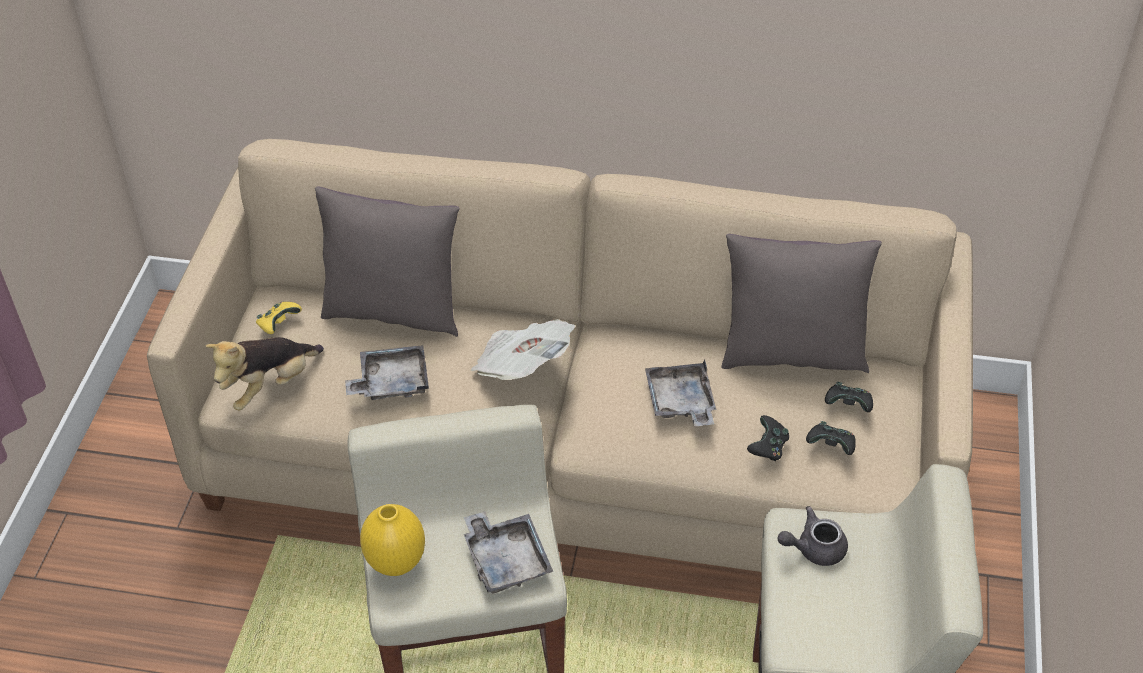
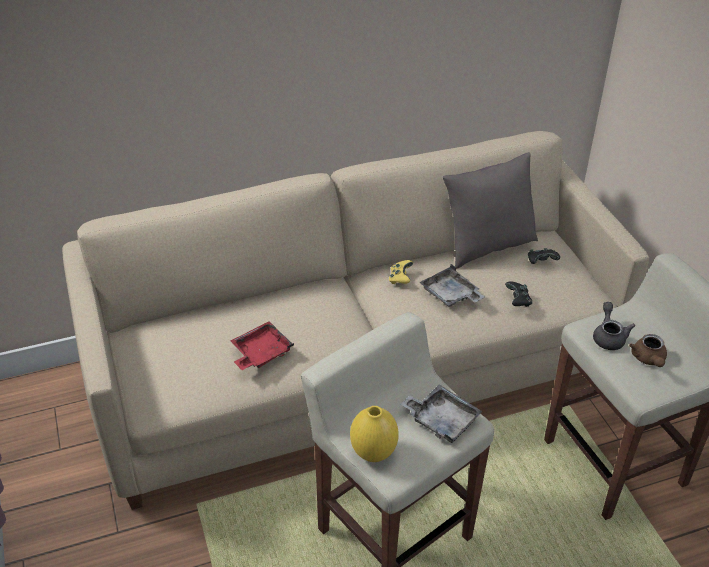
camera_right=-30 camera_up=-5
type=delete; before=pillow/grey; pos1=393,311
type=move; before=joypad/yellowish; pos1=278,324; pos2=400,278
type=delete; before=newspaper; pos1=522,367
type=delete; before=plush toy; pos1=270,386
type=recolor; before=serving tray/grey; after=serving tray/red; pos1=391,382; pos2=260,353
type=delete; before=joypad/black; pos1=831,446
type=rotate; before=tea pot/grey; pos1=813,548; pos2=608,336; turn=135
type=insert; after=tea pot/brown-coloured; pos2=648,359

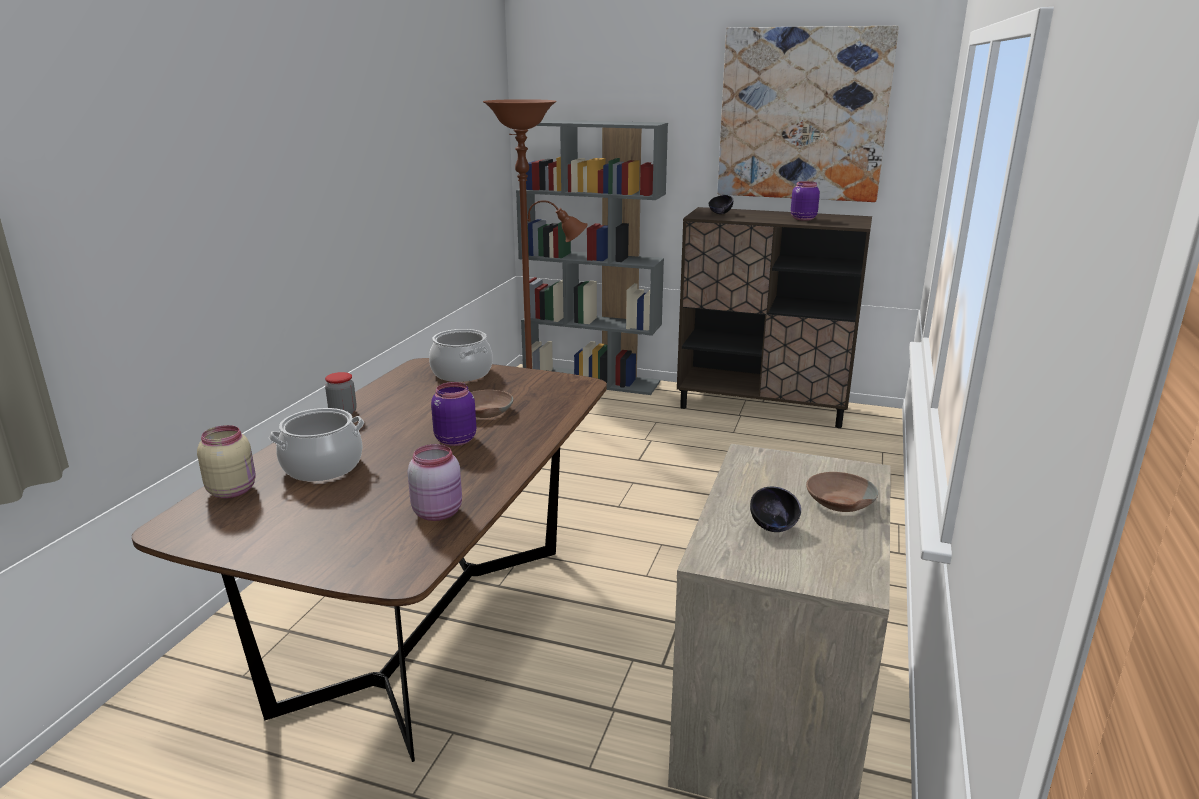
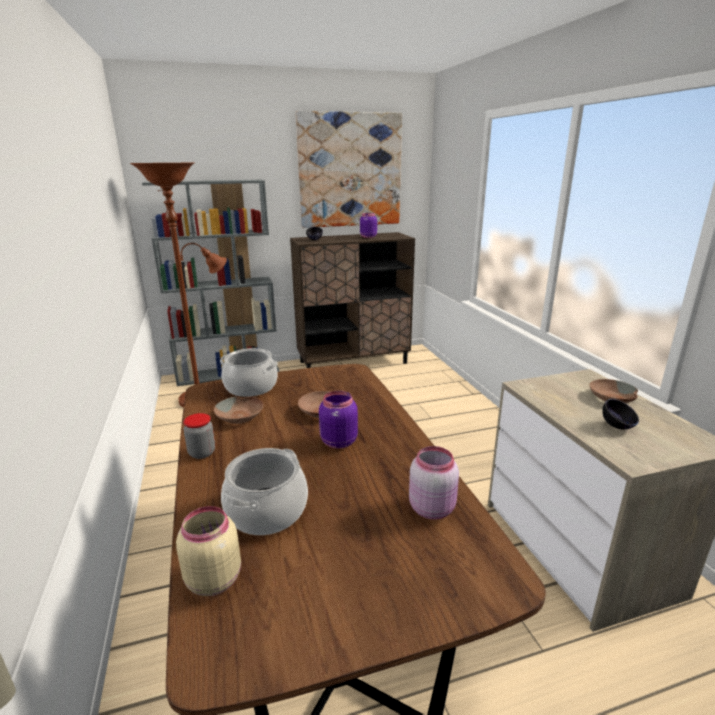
camera_right=-35 camera_up=0
type=insert; after=deep dish/brown-coloured; pos2=240,416

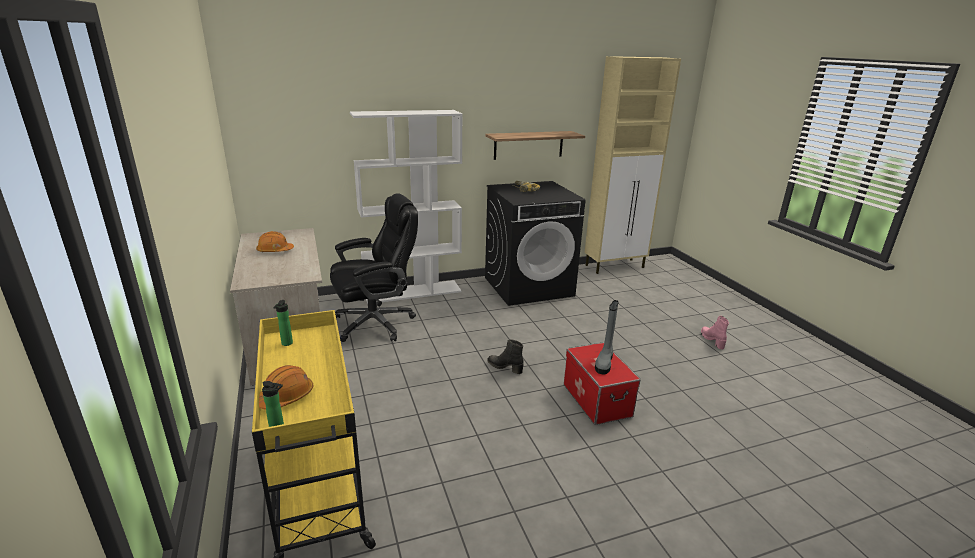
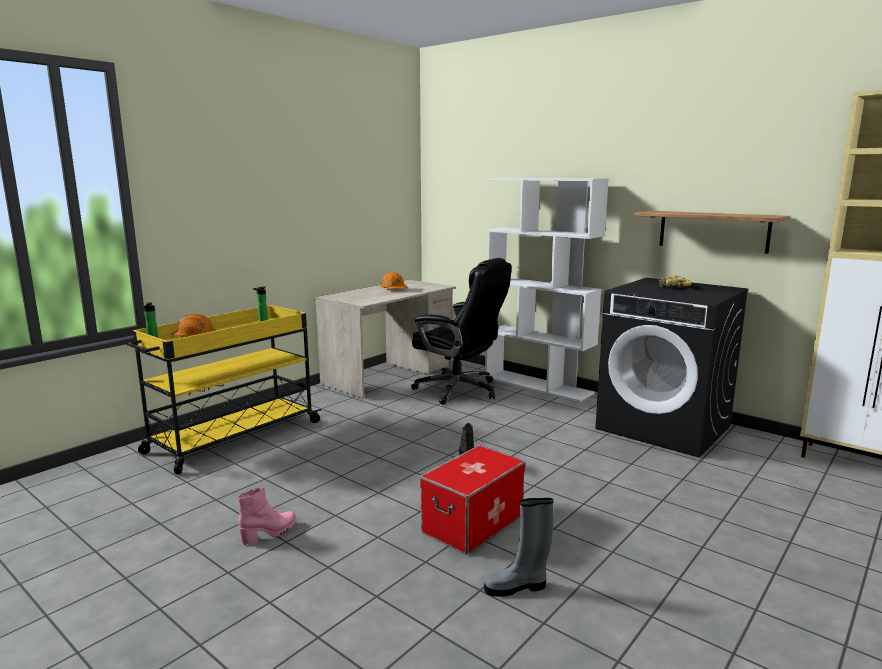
camera_right=60 camera_up=-10
type=move; before=tall boot/grey; pos1=604,362; pos2=517,587
type=move; before=tall boot/pink; pos1=712,340; pos2=269,533

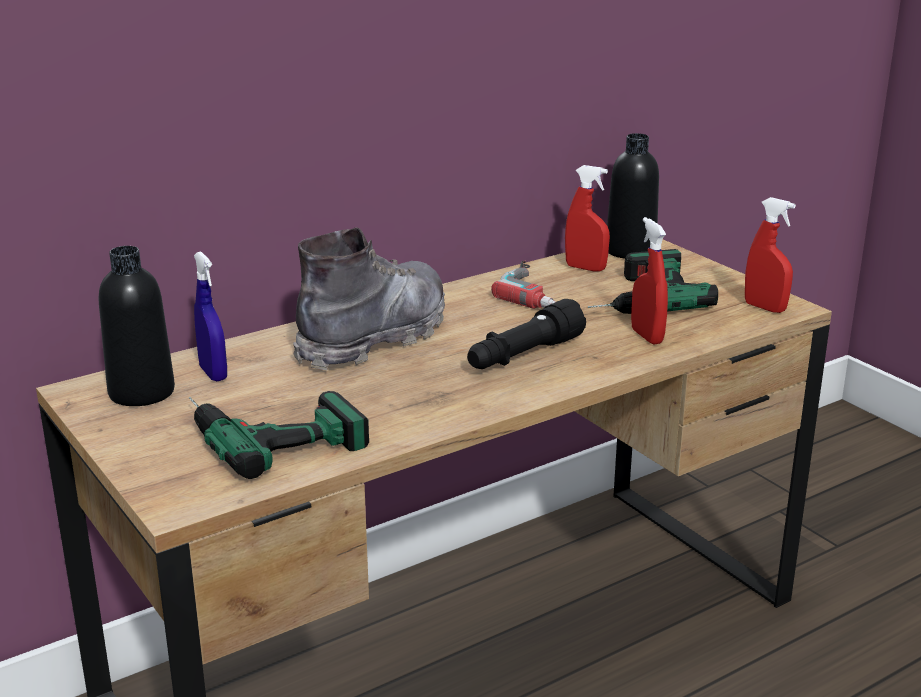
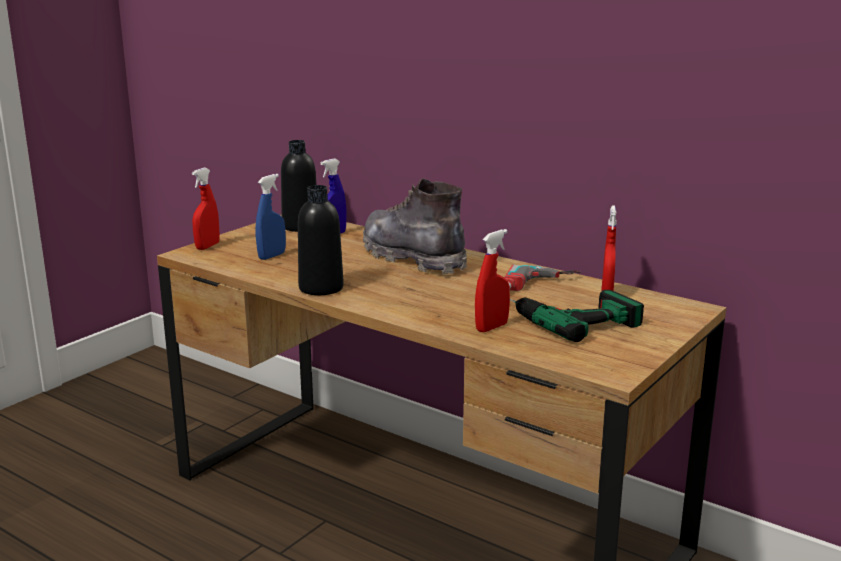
camera_right=70 camera_up=-5
type=move; before=drink bottle/black; pos1=630,251; pos2=321,288
type=move; before=spray bottle/red; pos1=765,308; pos2=207,246
type=rotate; before=tall boot/grey; pos1=375,338; pos2=413,258; turn=-150
type=delete; before=flashlight/black; pos1=523,356
type=replace; before=electric drill; after=spray bottle/blue-coloured; pos1=270,431; pos2=272,256

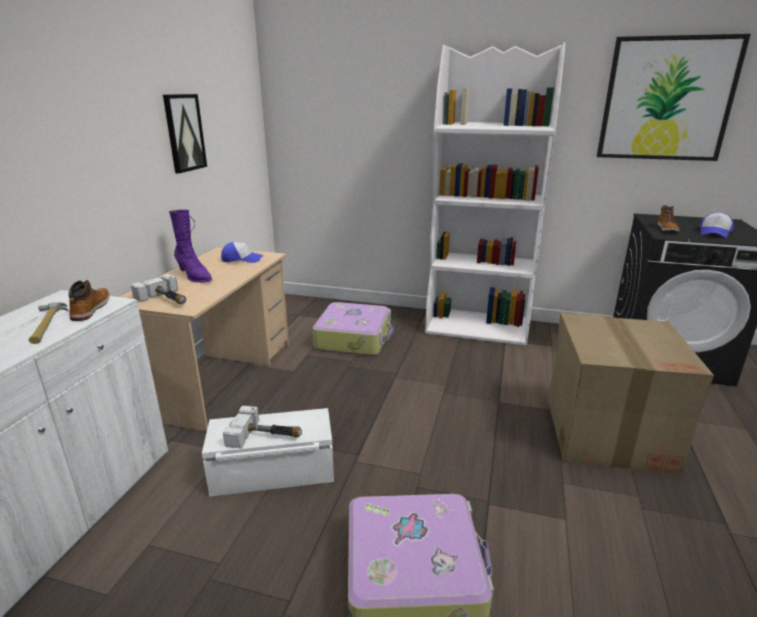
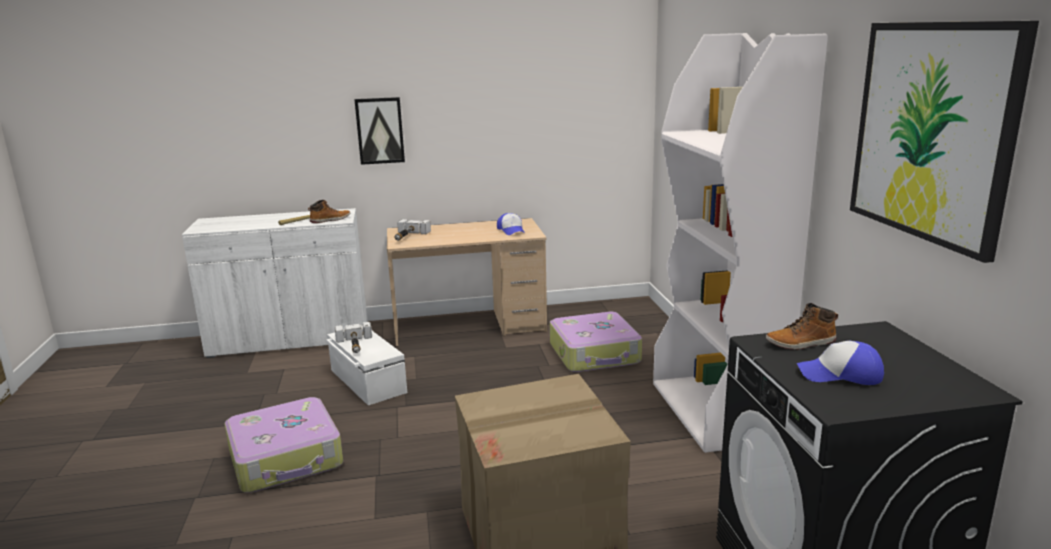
camera_right=65 camera_up=-5
type=move; before=wall picture; pos1=184,133; pos2=380,130
type=delete; before=tall boot/purple; pos1=194,276

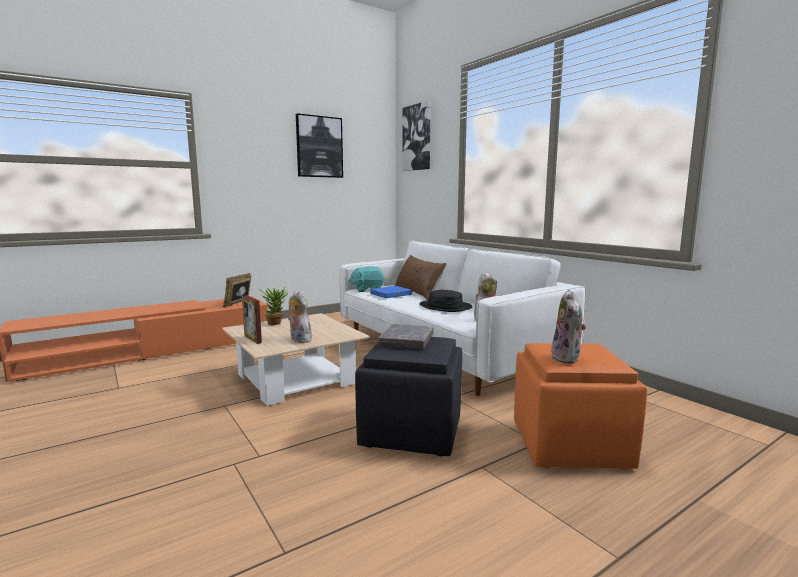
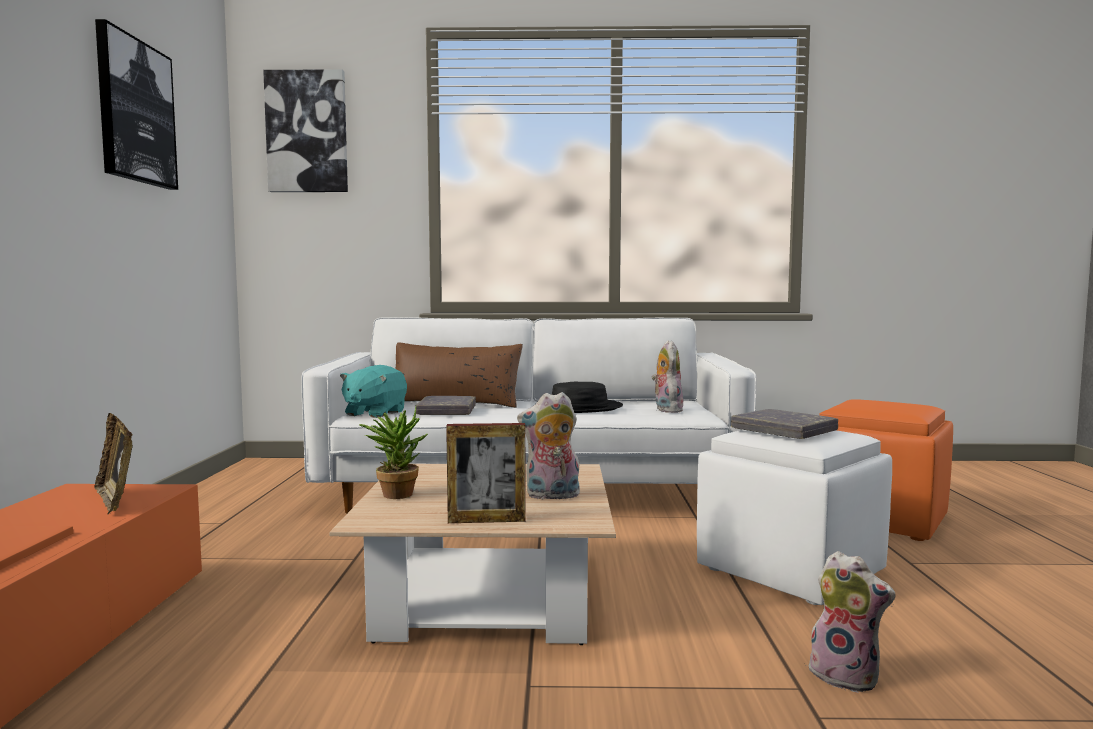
camera_right=-55 camera_up=-5
type=recolor; before=book/blue-coloured; after=book/grey; pos1=391,295; pos2=446,411
type=move; before=plush toy; pos1=568,358; pos2=846,676
type=recolor; before=footrest/black; after=footrest/whitish; pos1=412,432; pos2=792,570

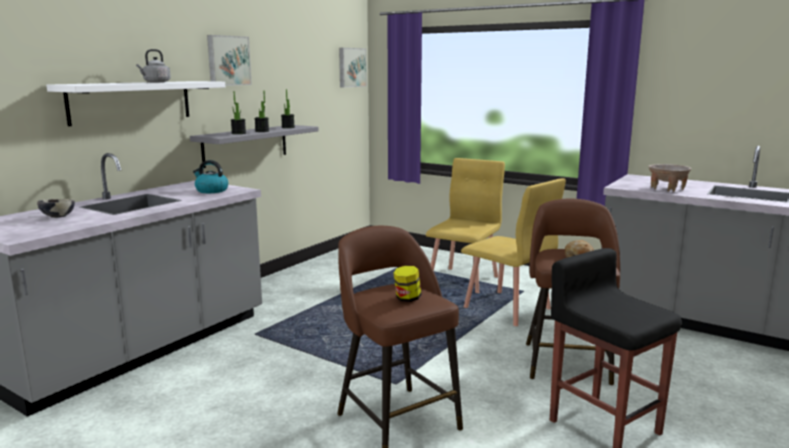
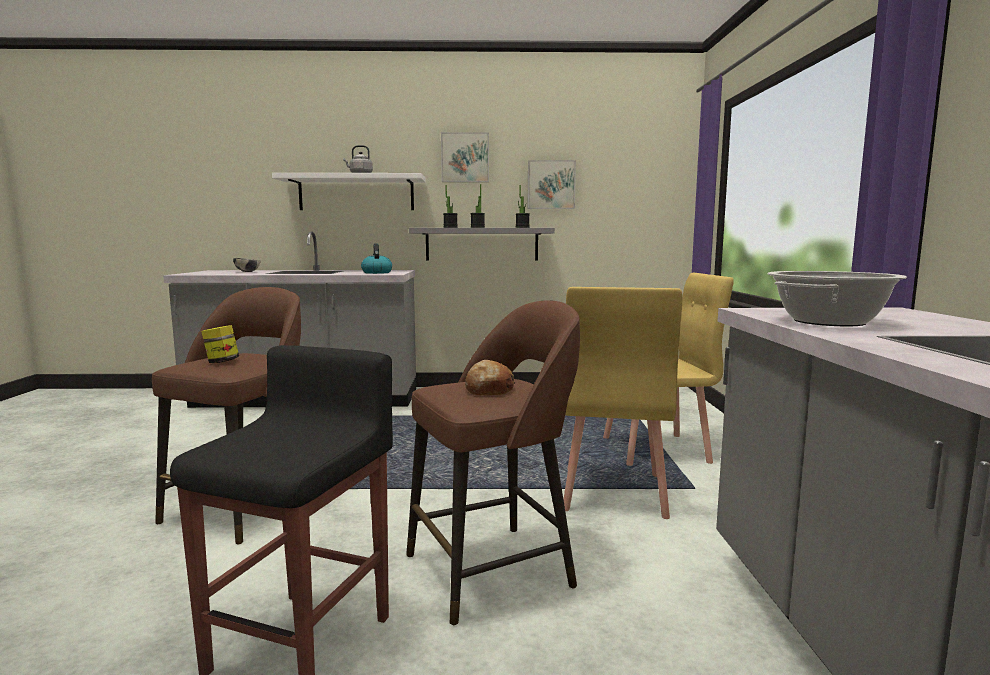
camera_right=55 camera_up=-5
type=move; before=wall picture; pos1=351,67; pos2=551,185
type=replace; before=deep dish/beige-coloured; after=saucepot; pos1=667,189; pos2=829,322

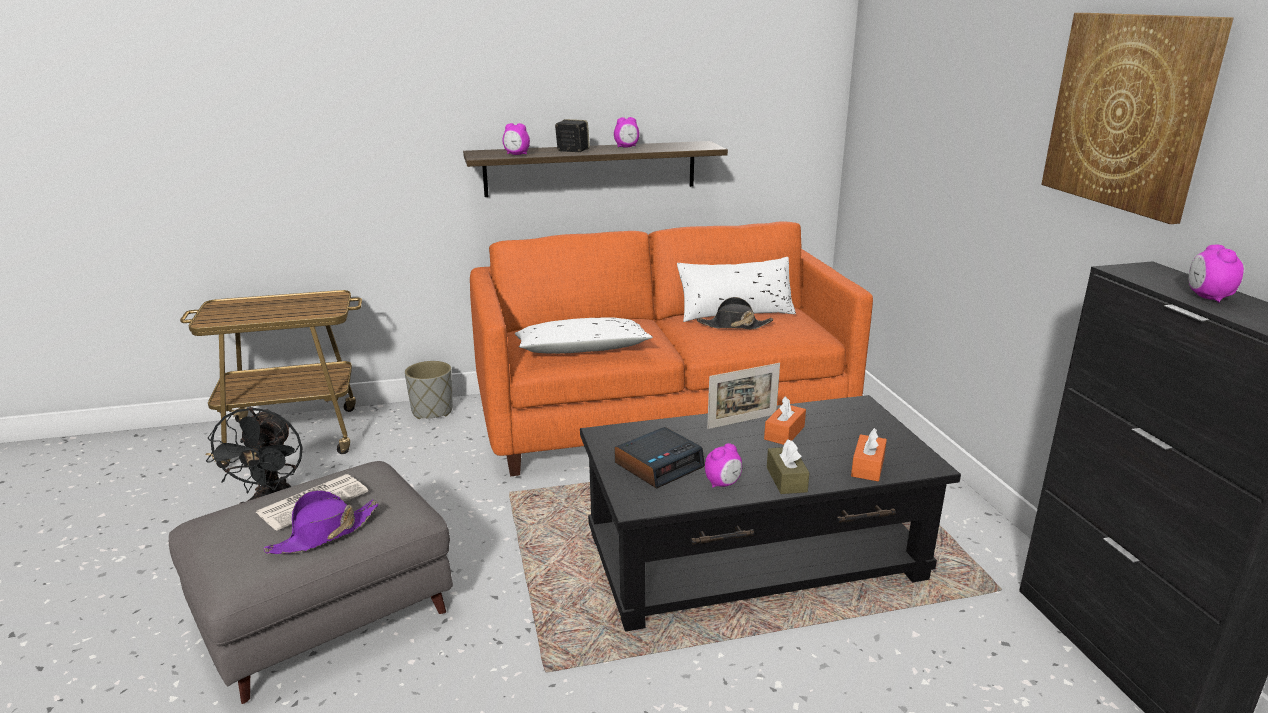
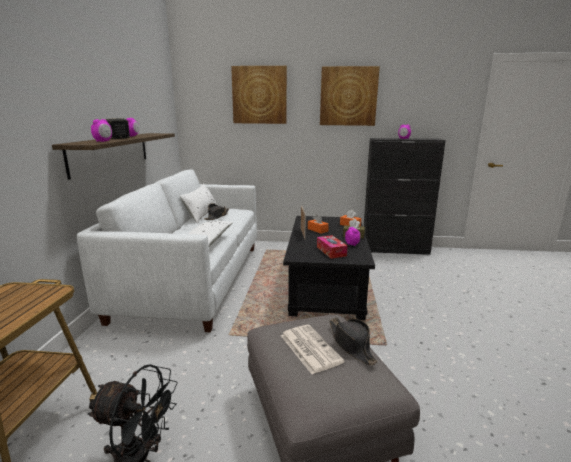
camera_right=-70 camera_up=-5
type=recolor; before=settee/orange-coloured; after=settee/whitish; pos1=662,415; pos2=194,279
type=delete; before=flower pot/grey; pos1=432,411
type=replace; before=table clock; after=box of tissues; pos1=659,465; pos2=331,251
type=recolor; before=hat/purple; after=hat/black; pos1=324,534; pos2=351,344
type=insert; after=wall picture; pos2=259,95

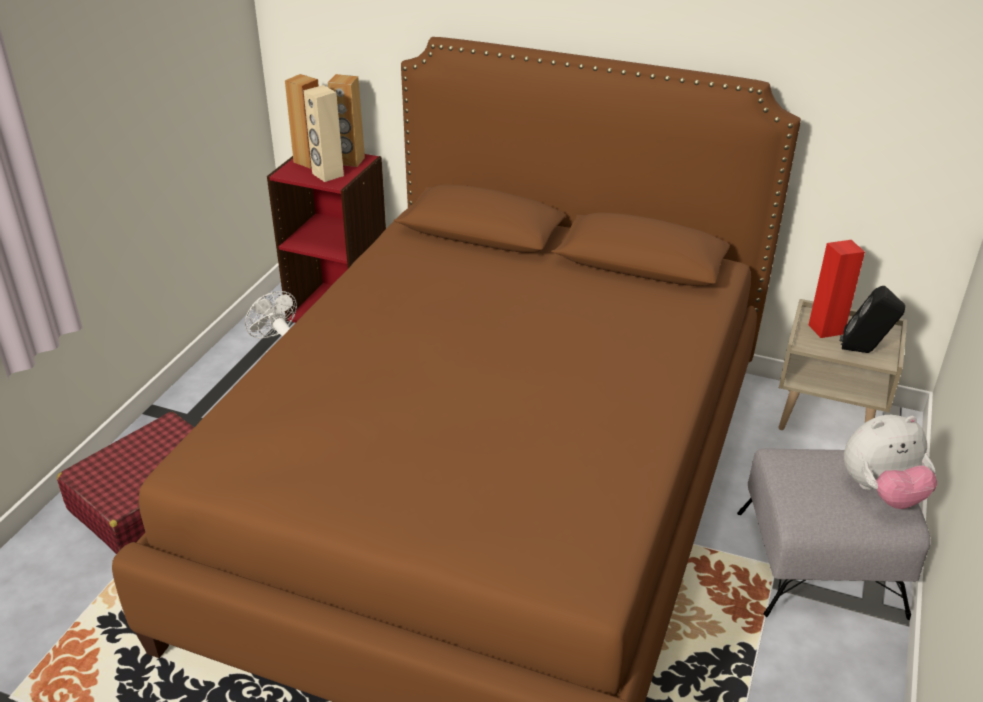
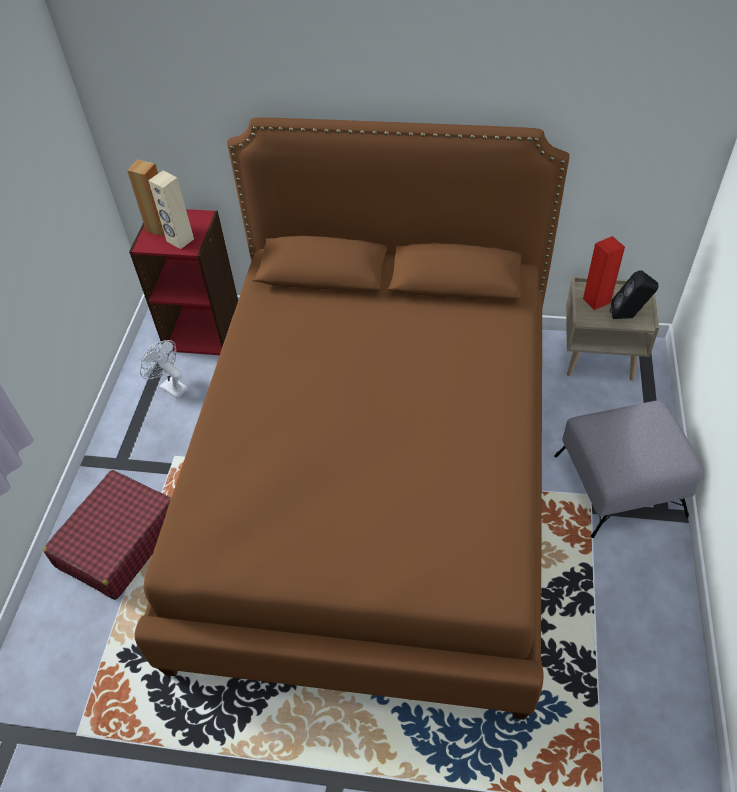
camera_right=-10 camera_up=15
type=delete; before=speaker/brown-coloured; pos1=349,161
type=delete; before=plush toy; pos1=881,492

